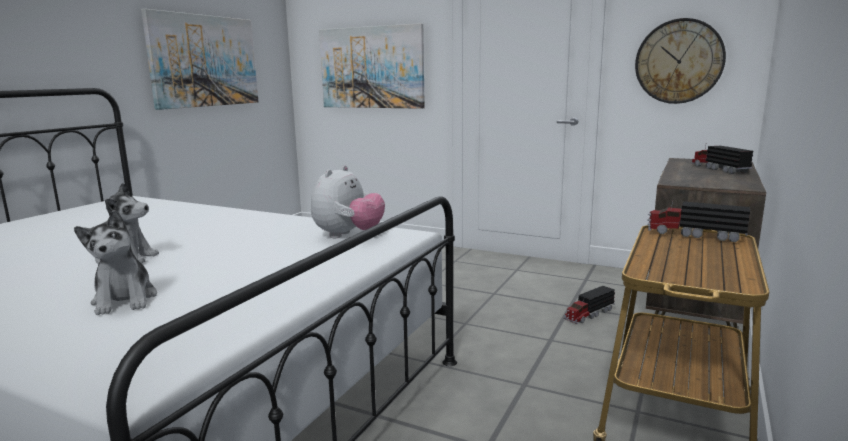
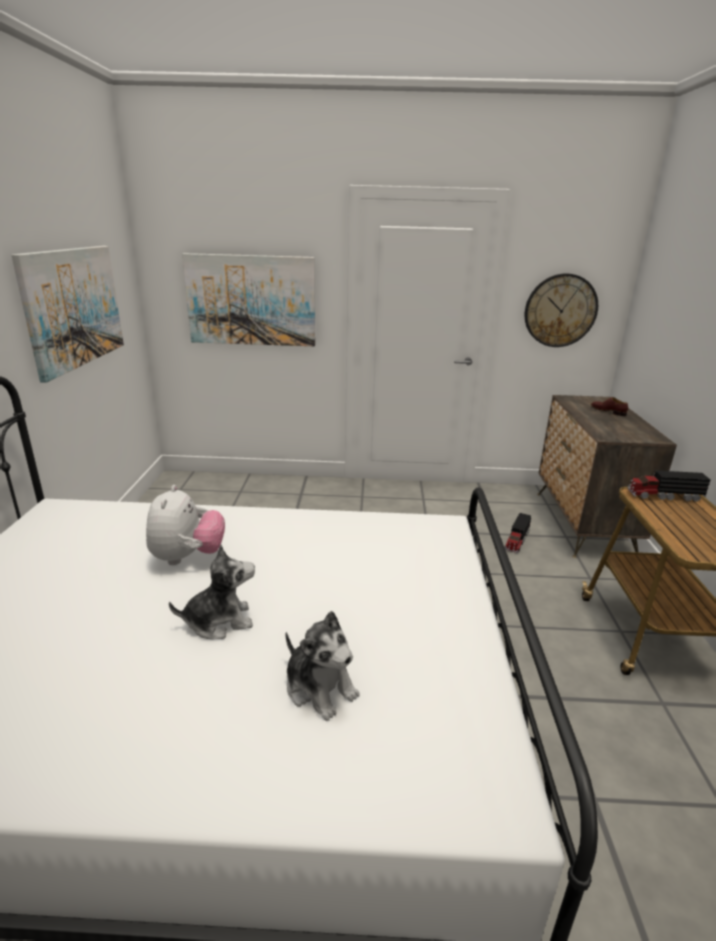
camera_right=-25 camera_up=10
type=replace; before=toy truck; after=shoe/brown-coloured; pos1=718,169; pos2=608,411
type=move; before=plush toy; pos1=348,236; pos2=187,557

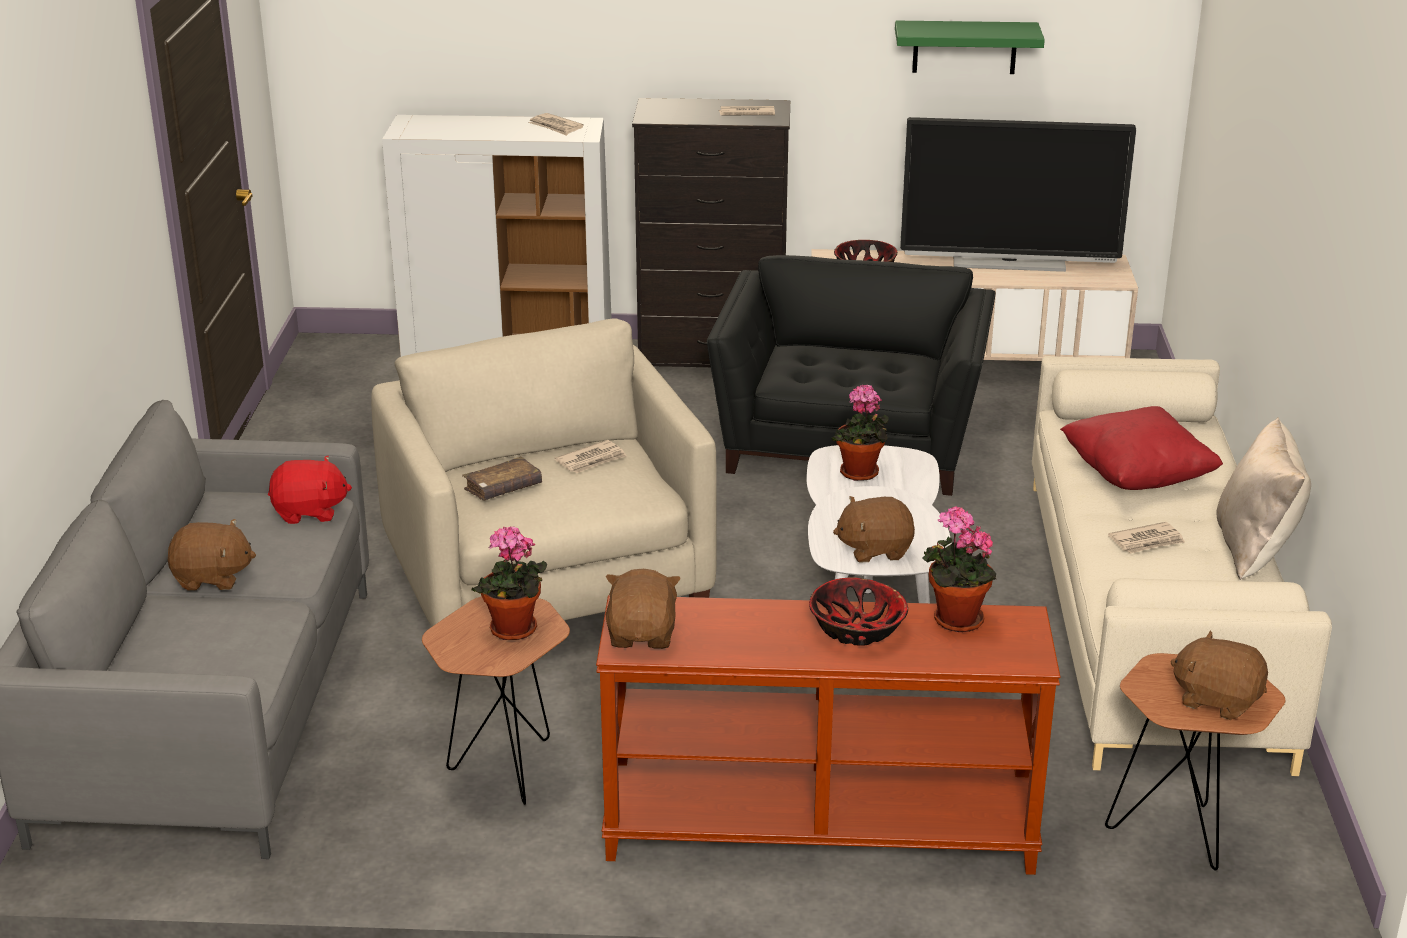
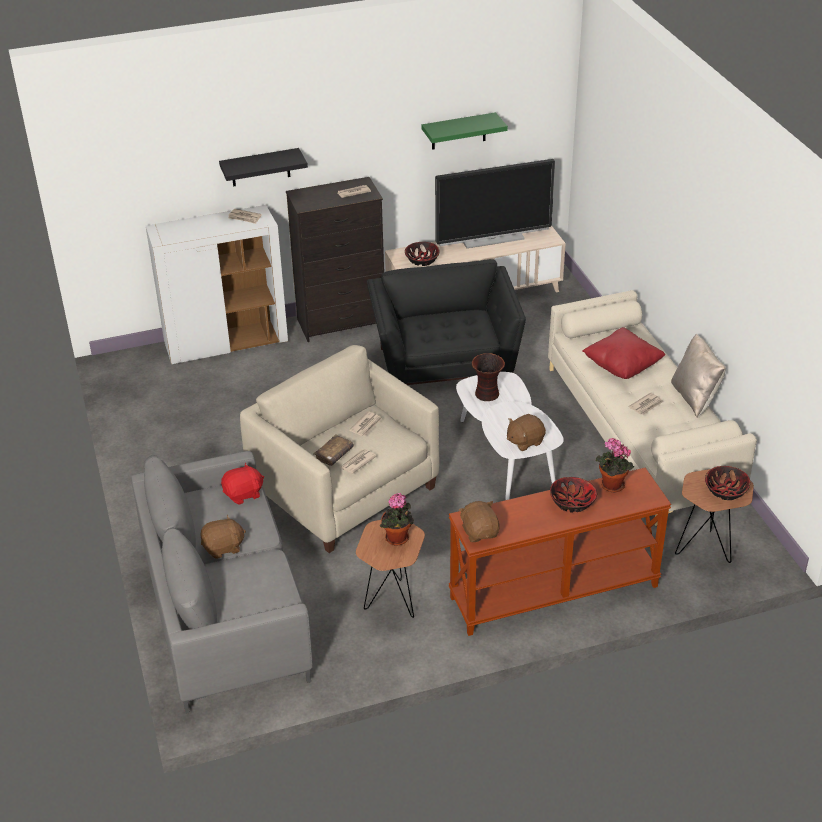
camera_right=-20 camera_up=10
type=replace; before=potted plant; after=flower vase; pos1=860,474; pos2=487,394
type=replace; before=plush toy/brown-coloured; after=deep dish; pos1=1217,699; pos2=726,491
type=insert; after=shelf/black; pos2=260,167
type=insert; after=newspaper; pos2=357,462

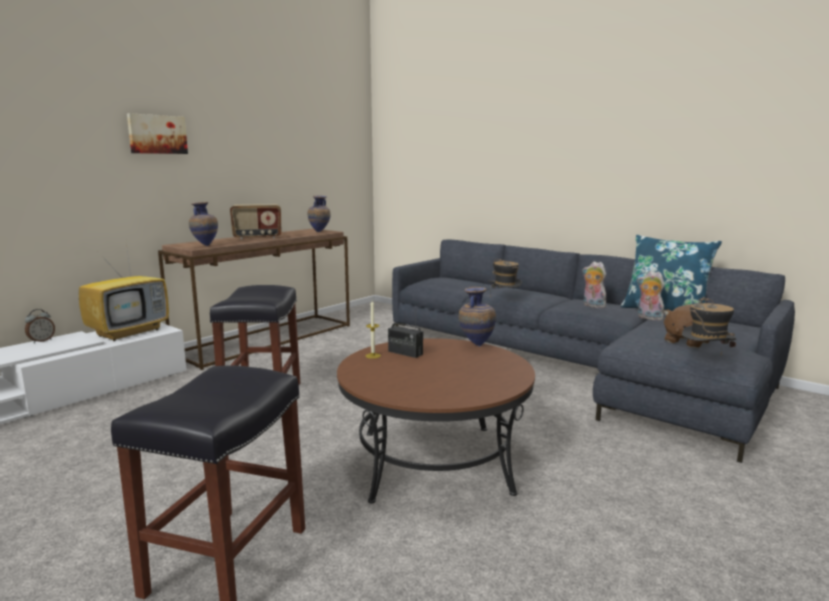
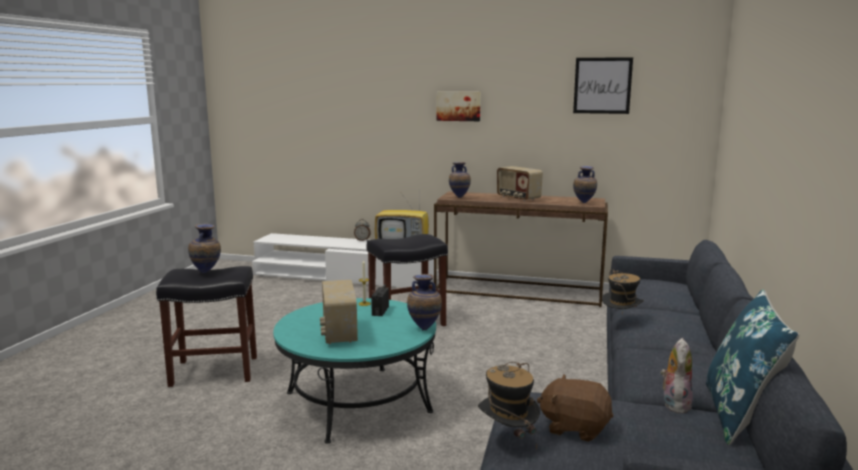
camera_right=65 camera_up=0
type=delete; before=plush toy; pos1=592,306
type=recolor; before=low table/brown-coloured; after=low table/turquoise-coloured; pos1=434,461; pos2=358,402
type=insert; after=wall picture; pos2=602,85
type=insert; after=flower vase; pos2=207,273
type=insert; after=radio; pos2=338,333

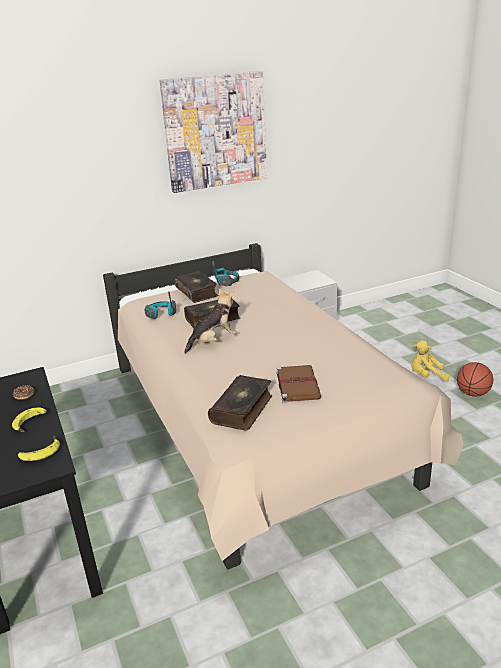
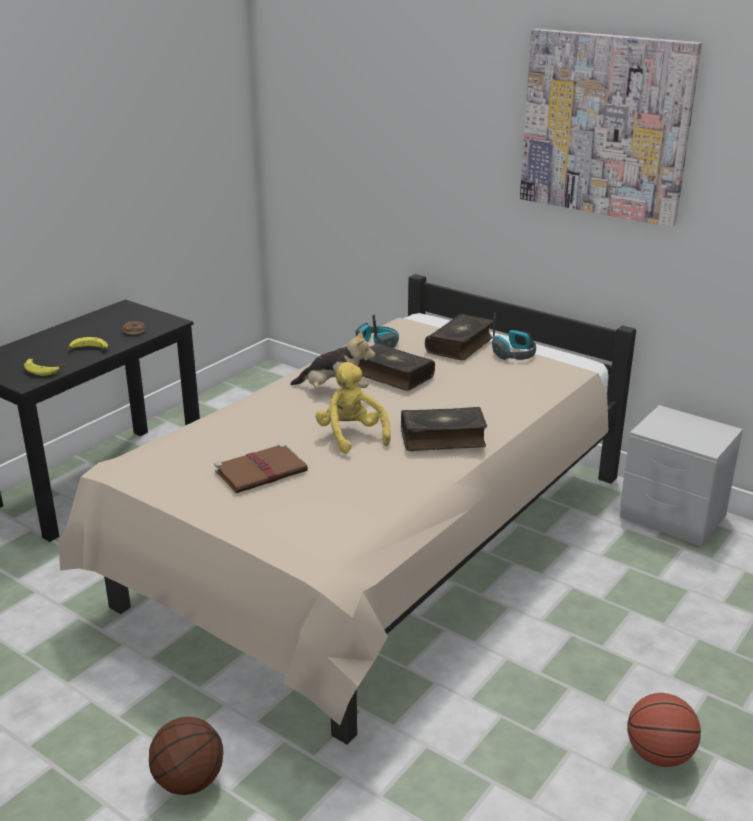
camera_right=60 camera_up=0
type=move; before=plush toy/yellowish; pos1=426,376; pos2=351,436
type=move; before=book; pos1=242,409; pos2=443,438
type=insert; after=basketball ball; pos2=188,781

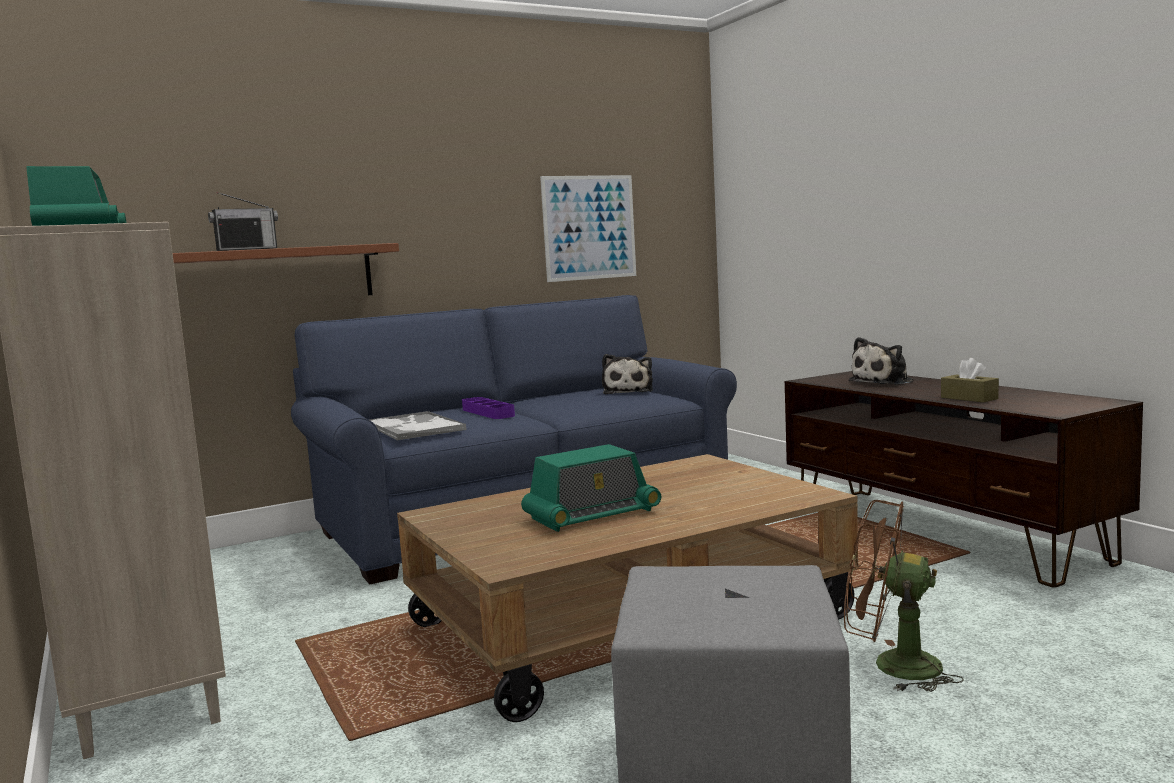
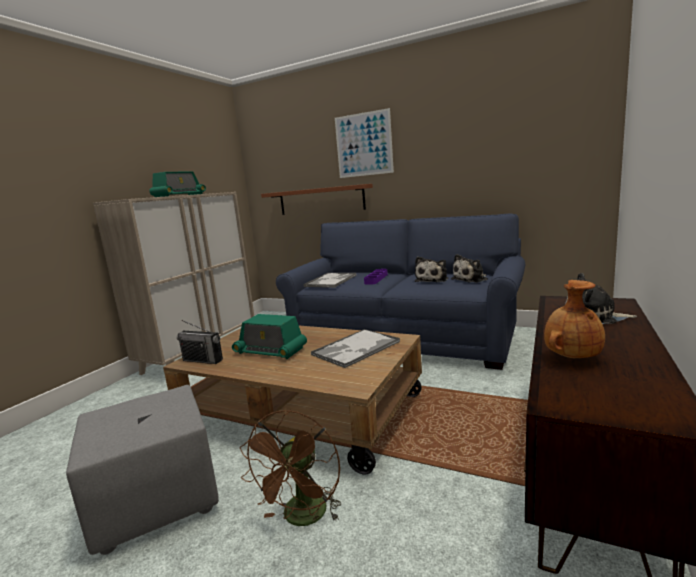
camera_right=55 camera_up=5
type=move; before=wall picture; pos1=589,227; pos2=364,144
type=move; before=radio; pos1=247,249; pos2=203,360
type=replace; before=box of tissues/brown-coloured; after=flower vase/brown-coloured; pos1=969,398; pos2=571,357
type=rotate; before=cooling fan/brown-coloured; pos1=892,666; pos2=303,518; turn=-150
type=insert; after=plush toy; pos2=432,280
type=insert; after=serving tray; pos2=355,349

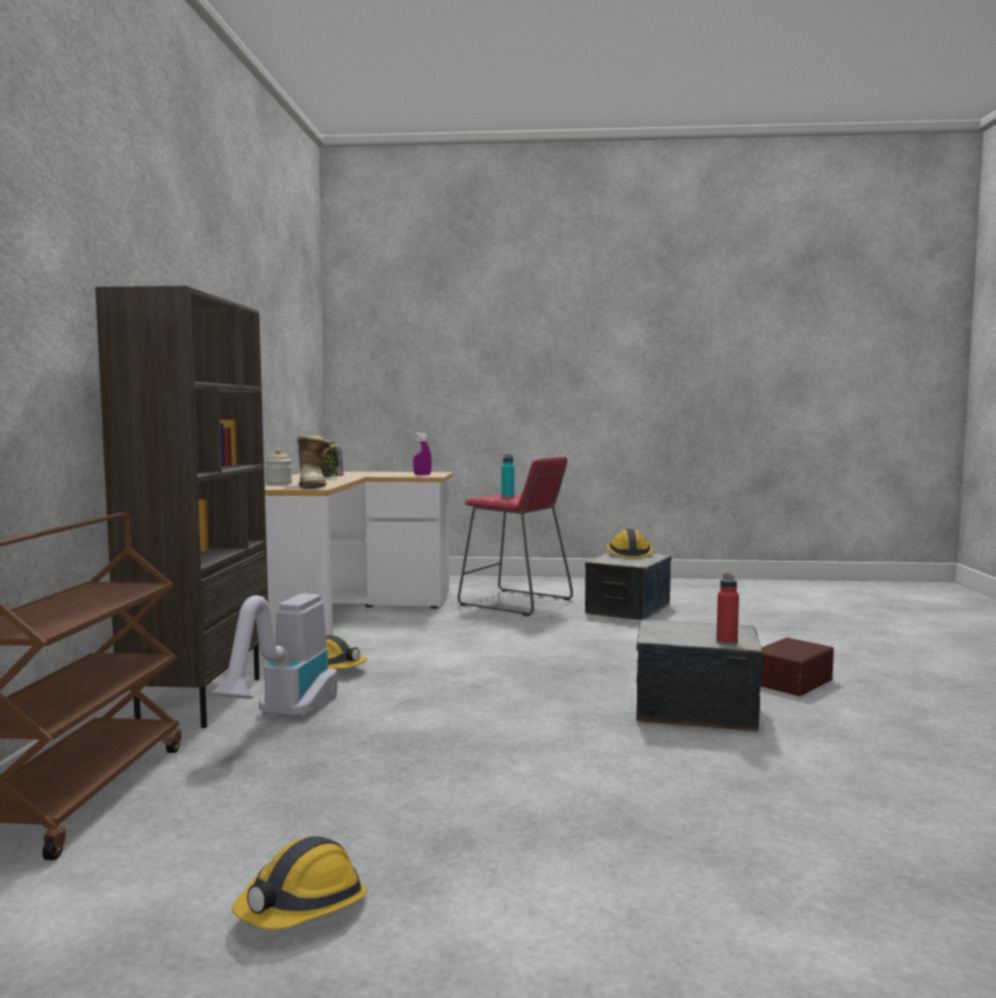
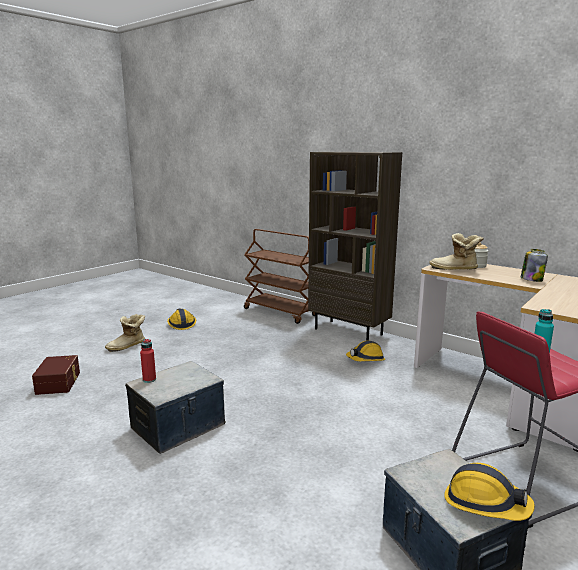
camera_right=125 camera_up=10
type=delete; before=spray bottle/purple; pos1=422,475
type=delete; before=vacuum cleaner; pos1=284,716
type=move; before=storage container/brown-coloured; pos1=789,681; pos2=59,383
type=insert; after=tall boot; pos2=128,346

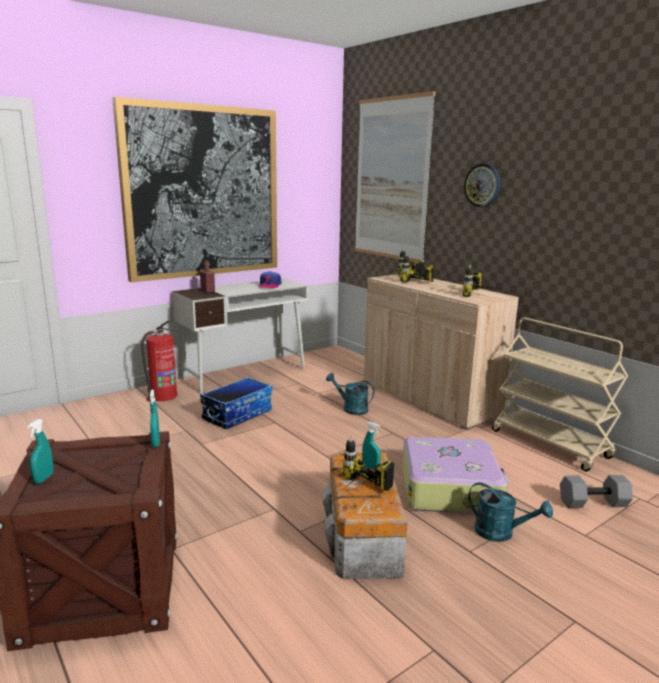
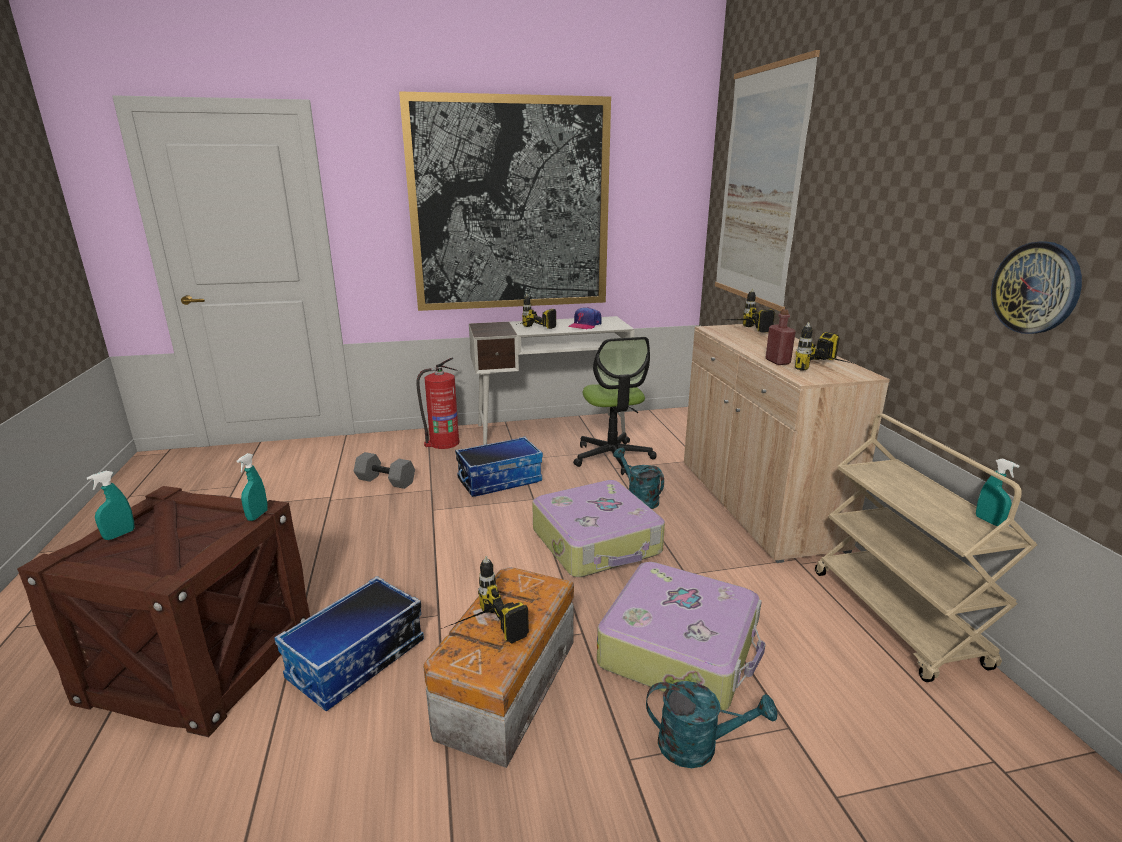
camera_right=25 camera_up=5
type=move; before=wall clock; pos1=482,185; pos2=1036,288
type=move; before=electric drill; pos1=416,284; pos2=530,330
type=move; before=drink bottle/red; pos1=207,291; pos2=777,361
type=move; before=spray bottle/turquoise-coloured; pos1=370,467; pos2=988,521
type=move; before=hand weight/grey; pos1=593,503; pos2=384,481
type=rotate; before=watering pot/turquoise-coloured; pos1=501,533; pos2=698,746; turn=-45
type=insert; after=office chair; pos2=612,457
type=insert; after=suitcase; pos2=597,542
type=insert; after=storage container; pos2=357,661

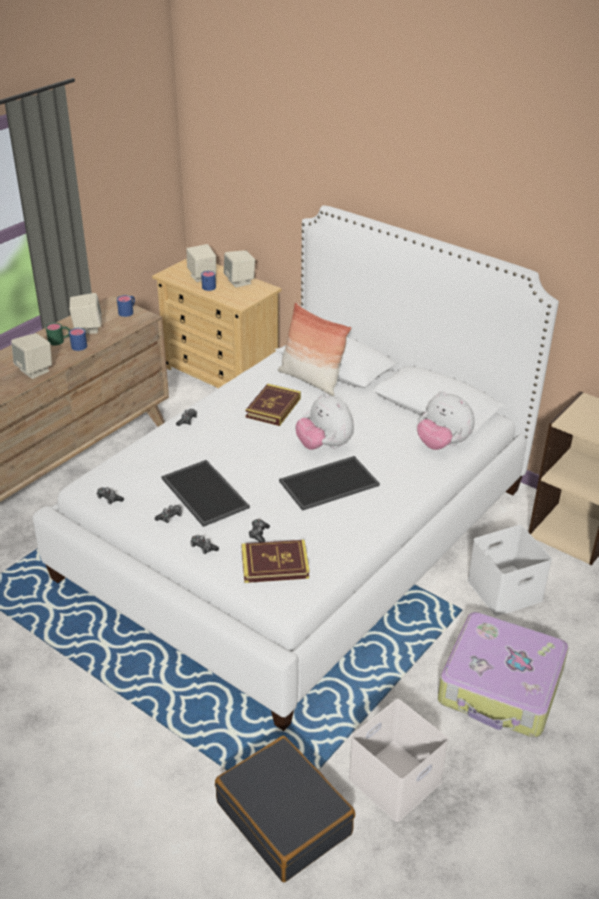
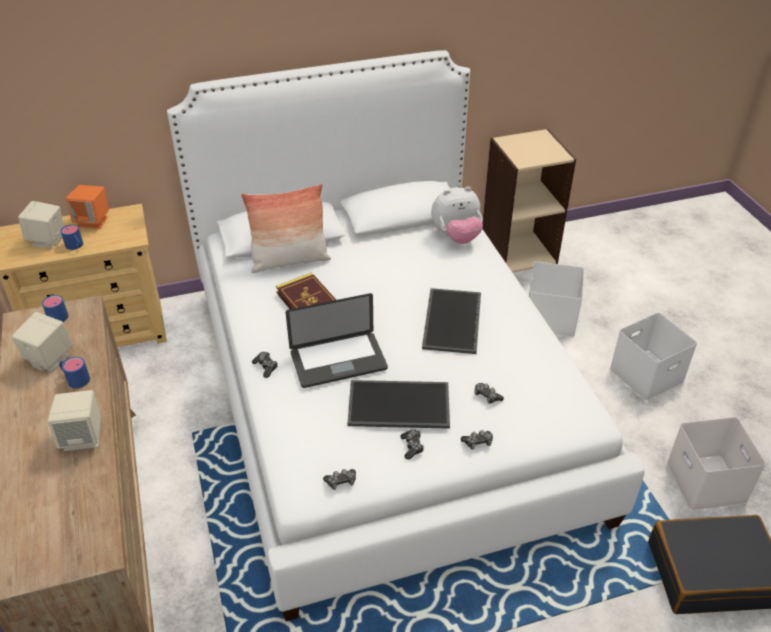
camera_right=-55 camera_up=5
type=recolor; before=speaker/beige-coloured; after=speaker/orange-coloured; pos1=240,281; pos2=93,221
type=delete; before=tea mug/greenish; pos1=59,340
type=delete; before=plush toy; pos1=324,446
type=delete; before=book; pos1=275,564
type=replace; before=suitcase; after=storage container/whitish; pos1=501,687; pos2=646,374
type=insert; after=portable computer; pos2=338,361

